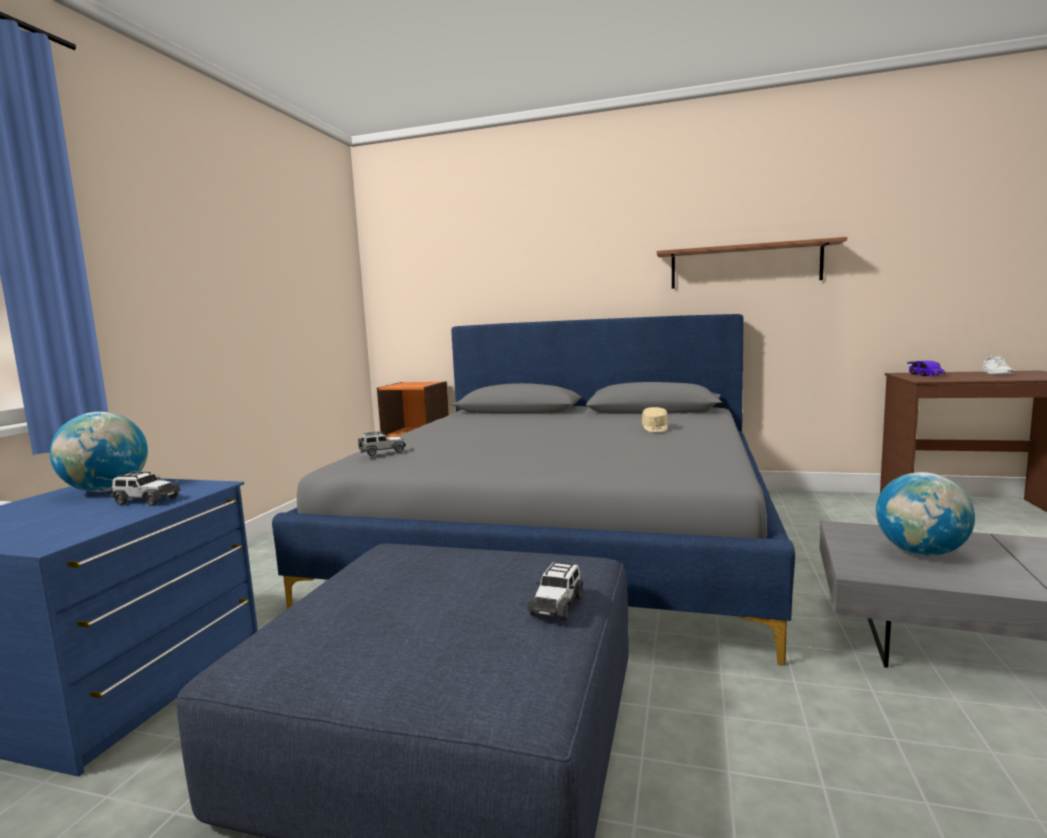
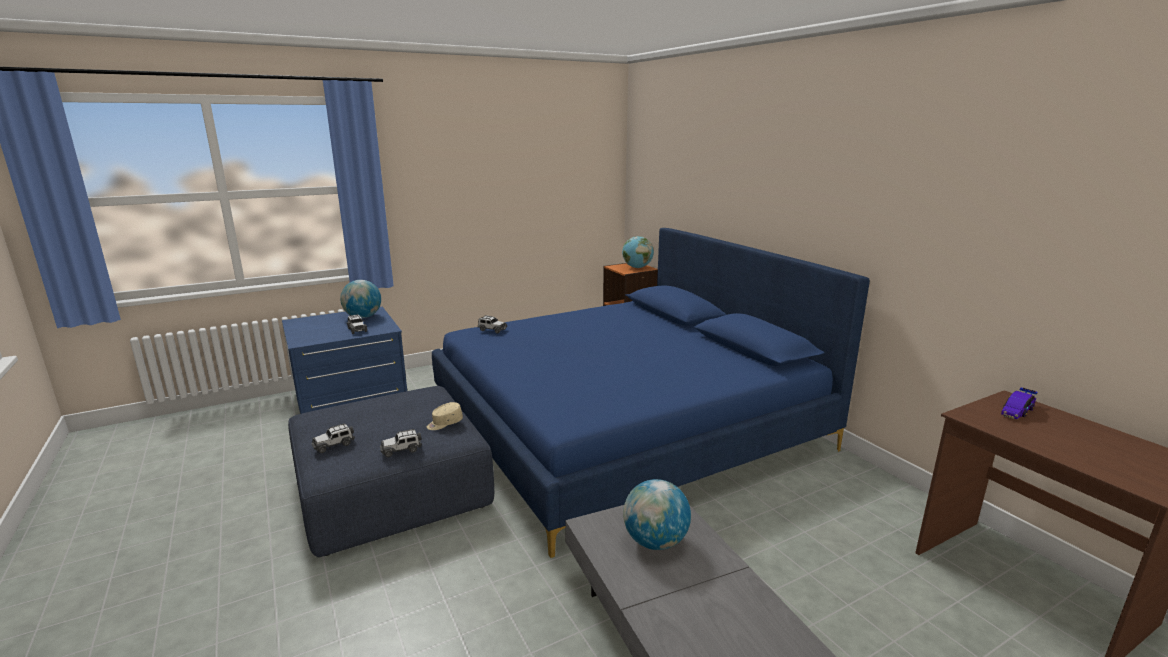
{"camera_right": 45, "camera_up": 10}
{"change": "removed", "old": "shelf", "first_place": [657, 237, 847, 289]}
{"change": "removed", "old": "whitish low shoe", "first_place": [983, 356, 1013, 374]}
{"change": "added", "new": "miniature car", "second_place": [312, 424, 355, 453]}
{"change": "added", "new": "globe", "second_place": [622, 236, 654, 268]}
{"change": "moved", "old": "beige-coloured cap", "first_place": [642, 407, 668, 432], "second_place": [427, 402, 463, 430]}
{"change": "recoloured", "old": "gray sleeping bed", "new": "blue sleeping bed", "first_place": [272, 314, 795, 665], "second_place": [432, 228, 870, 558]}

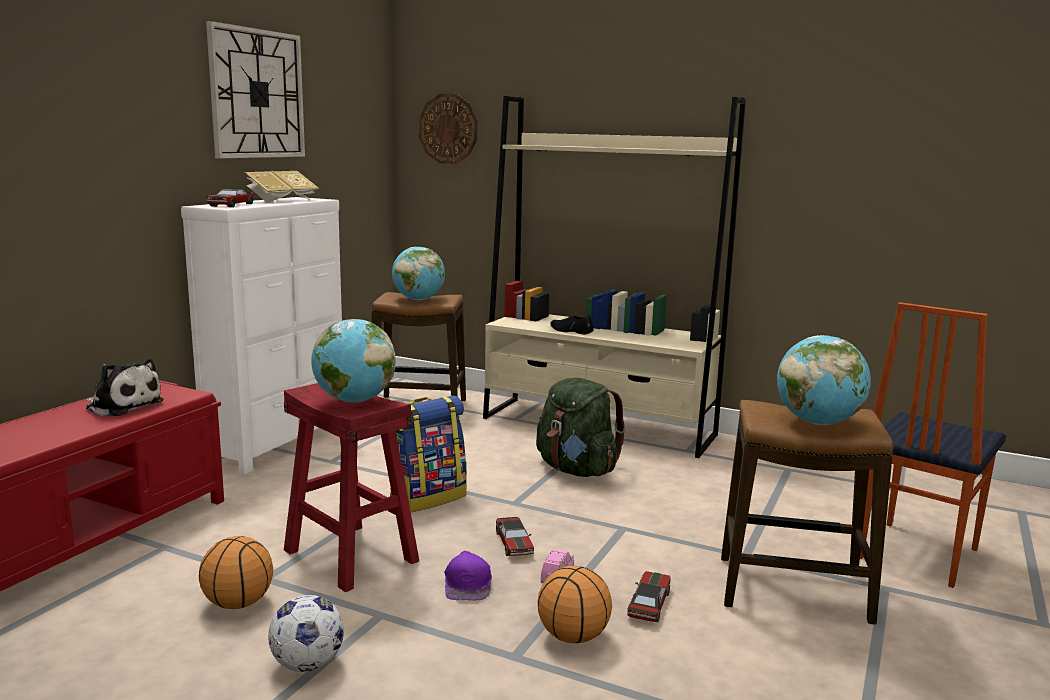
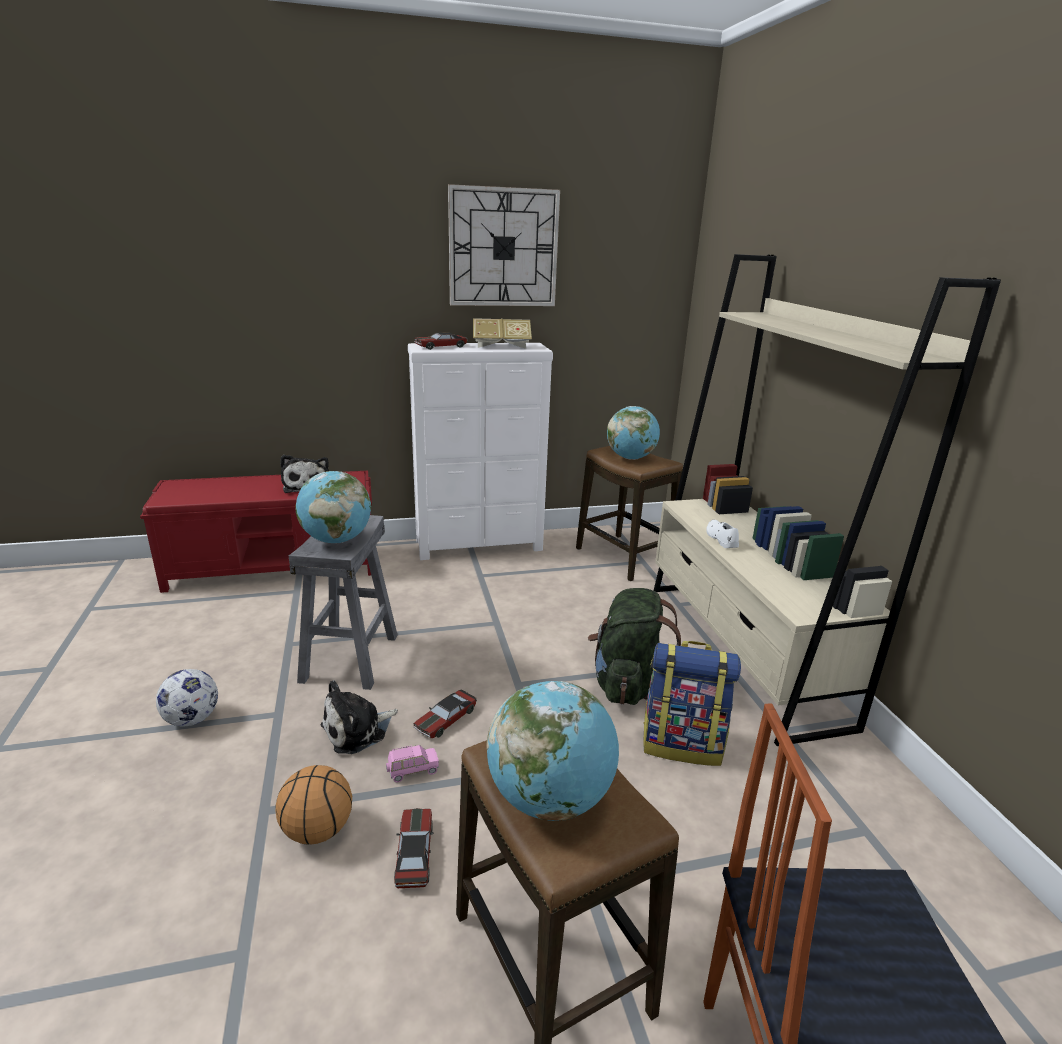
{"camera_right": 50, "camera_up": 10}
{"change": "removed", "old": "basketball", "first_place": [199, 536, 273, 609]}
{"change": "removed", "old": "wall clock", "first_place": [419, 94, 478, 164]}
{"change": "moved", "old": "knapsack", "first_place": [390, 396, 467, 512], "second_place": [643, 641, 741, 766]}
{"change": "replaced", "old": "purple cap", "new": "plush toy", "first_place": [444, 551, 492, 600], "second_place": [321, 680, 398, 754]}
{"change": "recoloured", "old": "red-coloured stool seat", "new": "gray stool seat", "first_place": [284, 383, 419, 592], "second_place": [289, 515, 397, 690]}
{"change": "recoloured", "old": "black-coloured low shoe", "new": "whitish low shoe", "first_place": [550, 315, 594, 334], "second_place": [706, 520, 739, 548]}
{"change": "turned", "old": "miniature car", "first_place": [627, 571, 670, 622], "second_place": [394, 808, 433, 888], "degrees": -75}

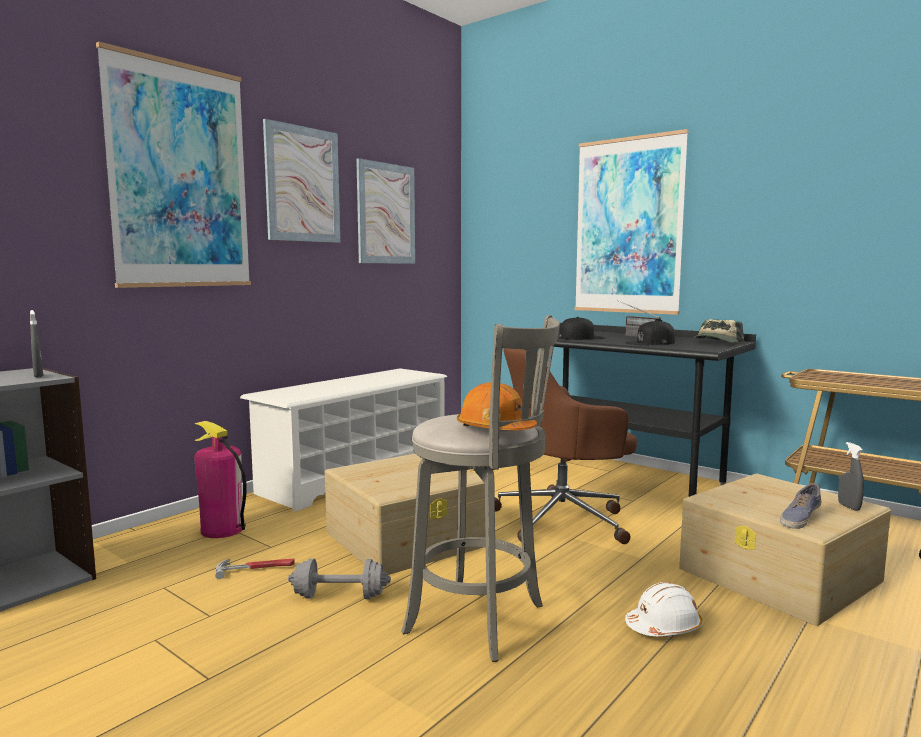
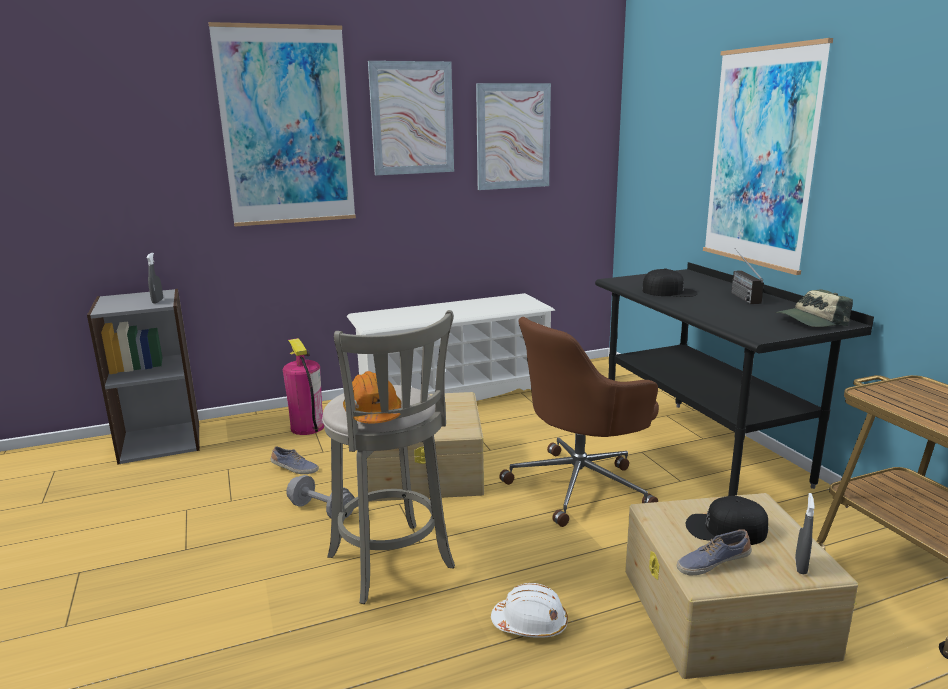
{"camera_right": 30, "camera_up": 10}
{"change": "moved", "old": "black-coloured cap", "first_place": [625, 320, 675, 345], "second_place": [686, 496, 768, 545]}
{"change": "replaced", "old": "hand hammer", "new": "low shoe", "first_place": [215, 558, 295, 579], "second_place": [271, 446, 319, 474]}
{"change": "turned", "old": "brown-coloured desk chair", "first_place": [495, 348, 637, 544], "second_place": [499, 317, 659, 527], "degrees": -45}

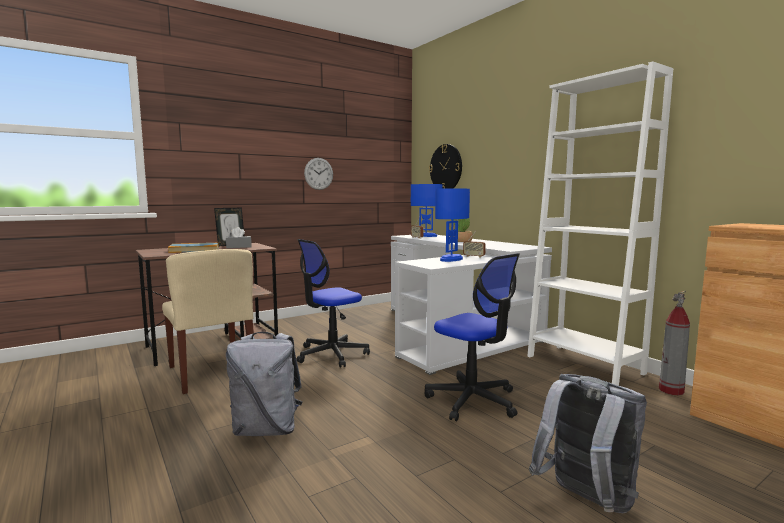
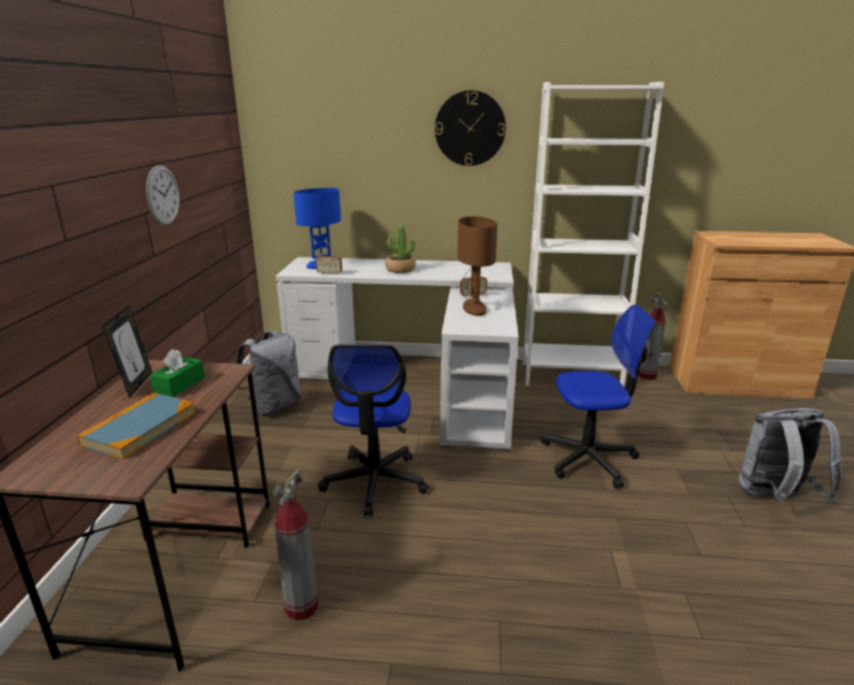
{"camera_right": -50, "camera_up": 15}
{"change": "moved", "old": "gray knapsack", "first_place": [226, 332, 303, 436], "second_place": [236, 331, 301, 415]}
{"change": "moved", "old": "wall clock", "first_place": [429, 144, 462, 188], "second_place": [435, 90, 506, 166]}
{"change": "replaced", "old": "beige-coloured chair", "new": "extinguisher", "first_place": [162, 249, 254, 394], "second_place": [273, 468, 318, 620]}
{"change": "recoloured", "old": "gray tissue box", "new": "green tissue box", "first_place": [226, 227, 252, 248], "second_place": [150, 349, 205, 397]}
{"change": "recoloured", "old": "blue tabletop lamp", "new": "brown-coloured tabletop lamp", "first_place": [435, 188, 470, 262], "second_place": [458, 216, 497, 316]}

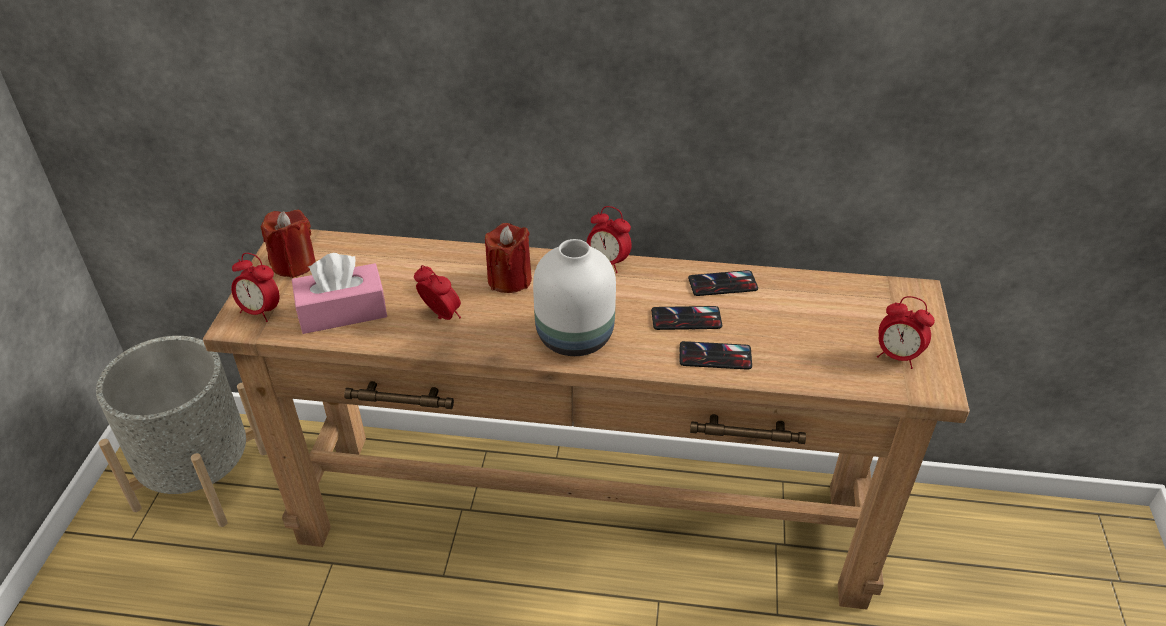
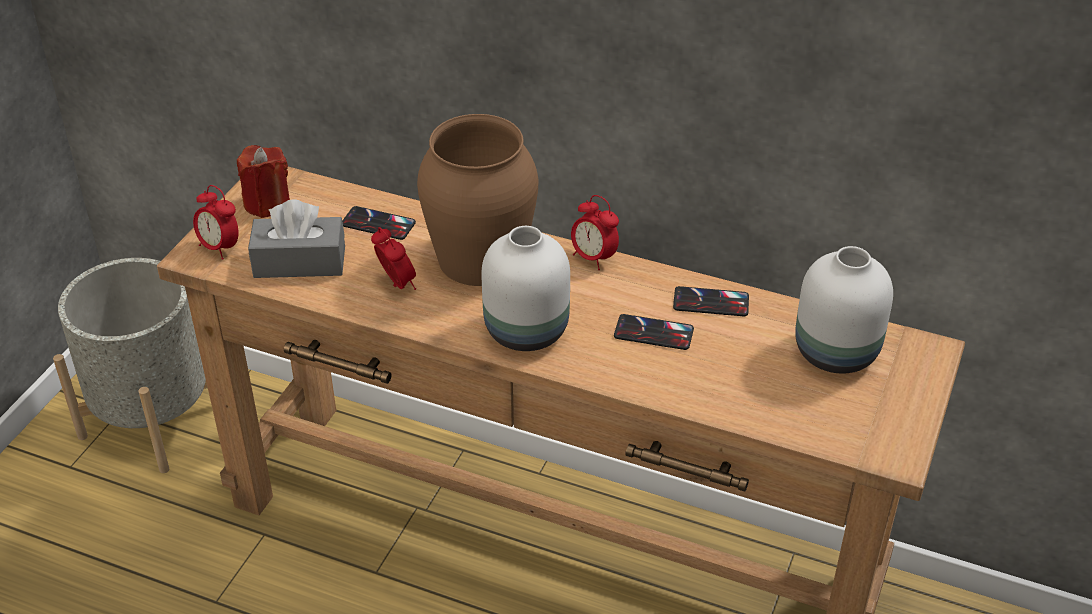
{"camera_right": 15, "camera_up": 0}
{"change": "removed", "old": "alarm clock", "first_place": [877, 296, 935, 369]}
{"change": "added", "new": "whitish flower vase", "second_place": [795, 246, 893, 374]}
{"change": "moved", "old": "handset", "first_place": [680, 341, 752, 370], "second_place": [342, 206, 416, 240]}
{"change": "replaced", "old": "red-coloured wax candle", "new": "brown-coloured flower vase", "first_place": [485, 223, 532, 293], "second_place": [417, 114, 538, 286]}
{"change": "recoloured", "old": "pinkish tissue box", "new": "gray tissue box", "first_place": [292, 253, 387, 334], "second_place": [248, 199, 345, 278]}

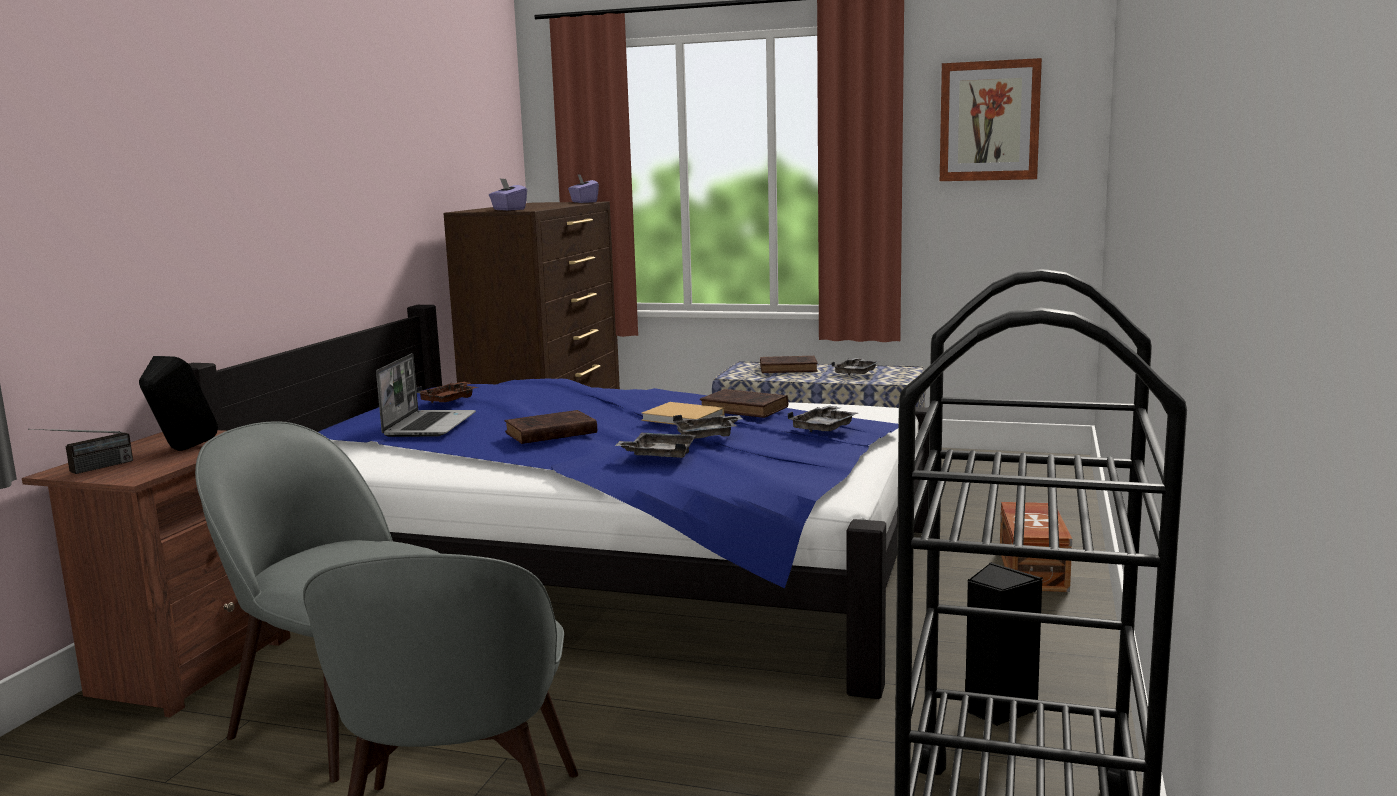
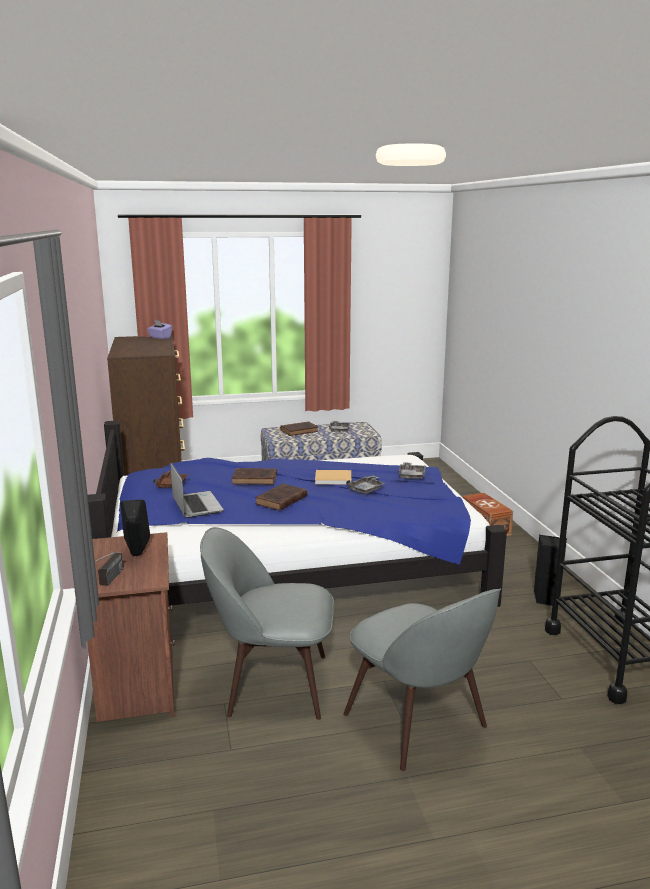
{"camera_right": -30, "camera_up": 5}
{"change": "removed", "old": "purple tissue box", "first_place": [489, 179, 527, 211]}
{"change": "removed", "old": "gray tray", "first_place": [615, 433, 696, 458]}
{"change": "removed", "old": "picture", "first_place": [940, 58, 1042, 181]}
{"change": "moved", "old": "brown-coloured book", "first_place": [700, 389, 788, 418], "second_place": [232, 468, 277, 485]}

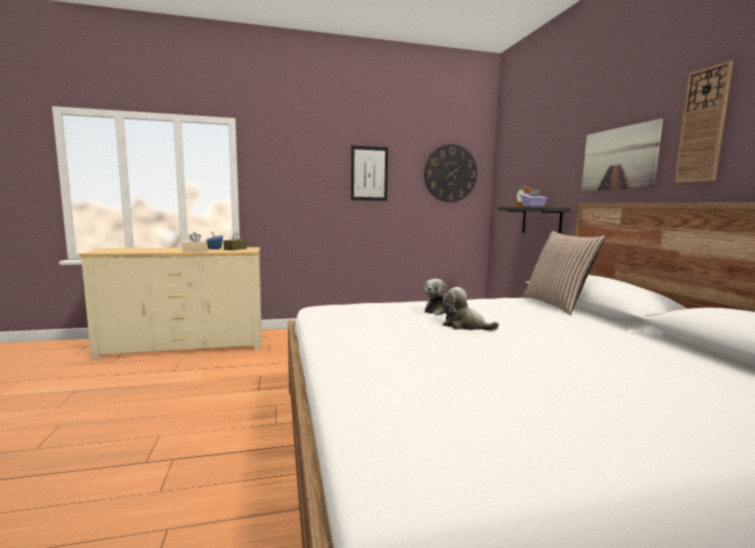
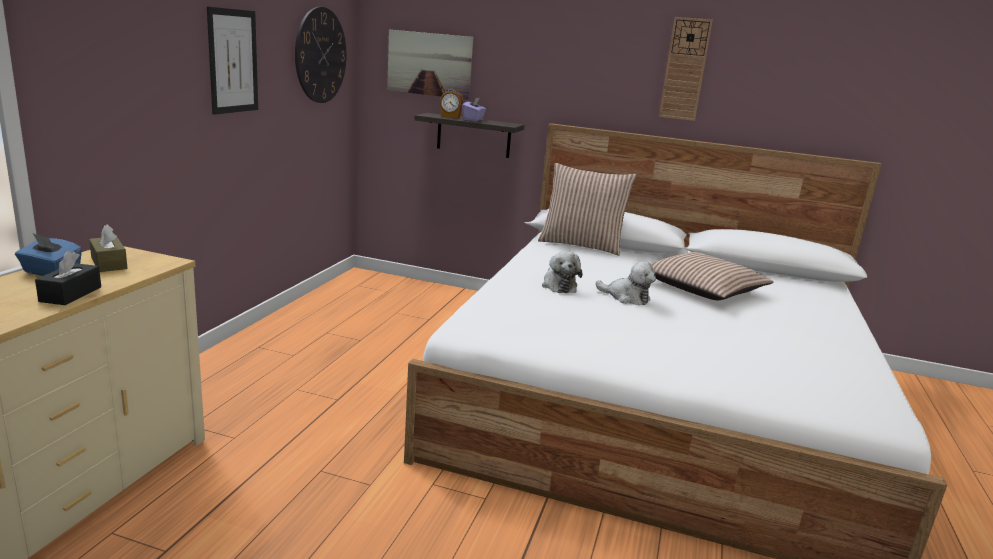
{"camera_right": -60, "camera_up": 10}
{"change": "added", "new": "cushion", "second_place": [650, 252, 773, 300]}
{"change": "moved", "old": "picture", "first_place": [581, 119, 663, 191], "second_place": [387, 29, 473, 100]}
{"change": "recoloured", "old": "beige-coloured tissue box", "new": "black-coloured tissue box", "first_place": [182, 232, 208, 252], "second_place": [35, 251, 101, 305]}
{"change": "turned", "old": "plush toy", "first_place": [443, 287, 499, 331], "second_place": [596, 261, 656, 305], "degrees": -120}

